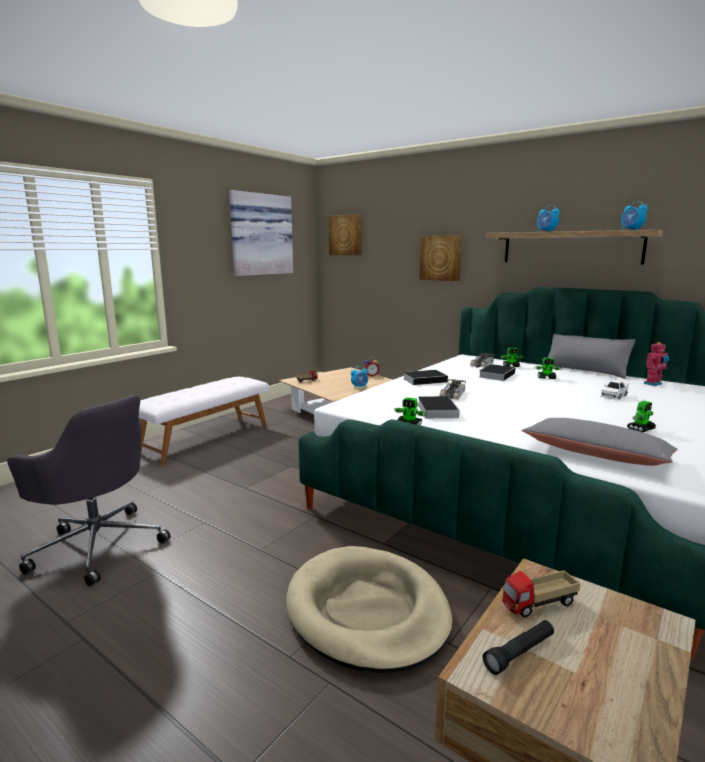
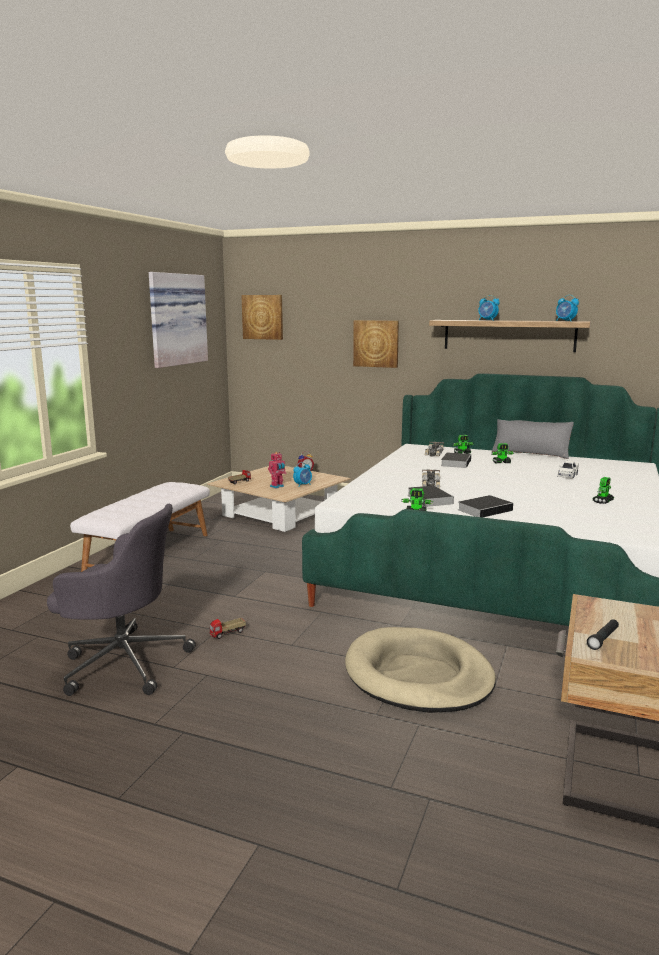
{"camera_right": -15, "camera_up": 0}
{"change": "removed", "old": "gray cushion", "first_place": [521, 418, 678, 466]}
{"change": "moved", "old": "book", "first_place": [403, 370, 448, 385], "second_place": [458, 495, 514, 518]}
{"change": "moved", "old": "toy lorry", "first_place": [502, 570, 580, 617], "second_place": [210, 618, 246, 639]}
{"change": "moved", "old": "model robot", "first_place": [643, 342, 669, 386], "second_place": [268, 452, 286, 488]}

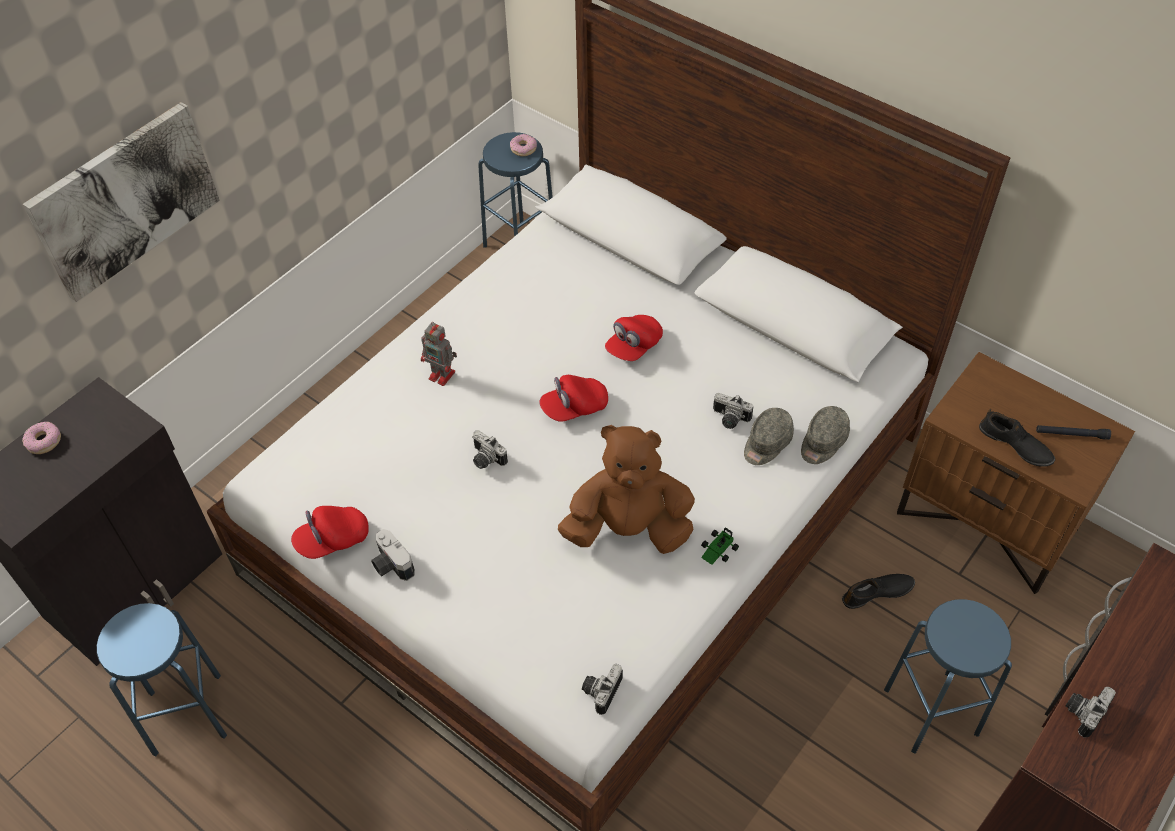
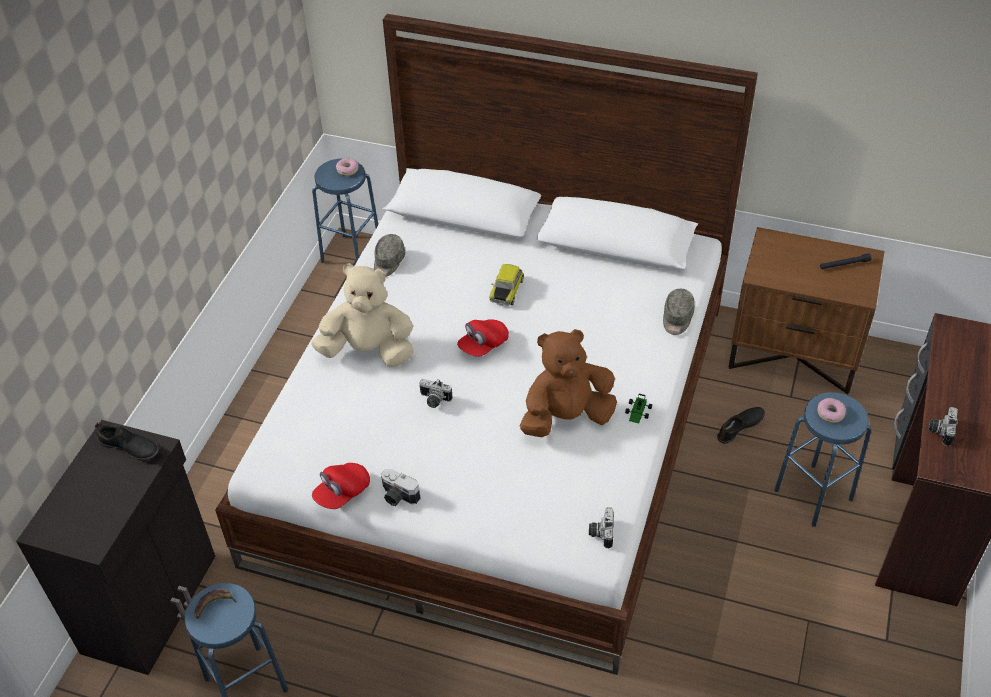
{"camera_right": -20, "camera_up": -5}
{"change": "removed", "old": "picture", "first_place": [23, 102, 220, 302]}
{"change": "removed", "old": "photo camera", "first_place": [713, 393, 753, 429]}
{"change": "added", "new": "banana", "second_place": [194, 589, 237, 619]}
{"change": "moved", "old": "ring doughnut", "first_place": [22, 422, 61, 454], "second_place": [818, 398, 846, 423]}
{"change": "moved", "old": "gray cap", "first_place": [744, 408, 794, 465], "second_place": [374, 234, 405, 277]}
{"change": "moved", "old": "black-coloured low shoe", "first_place": [979, 409, 1055, 467], "second_place": [95, 423, 159, 461]}
{"change": "replaced", "old": "model robot", "new": "beige-coloured plush toy", "first_place": [421, 322, 457, 386], "second_place": [311, 263, 414, 367]}
{"change": "replaced", "old": "red-coloured cap", "new": "miniature car", "first_place": [605, 315, 663, 361], "second_place": [490, 264, 524, 306]}

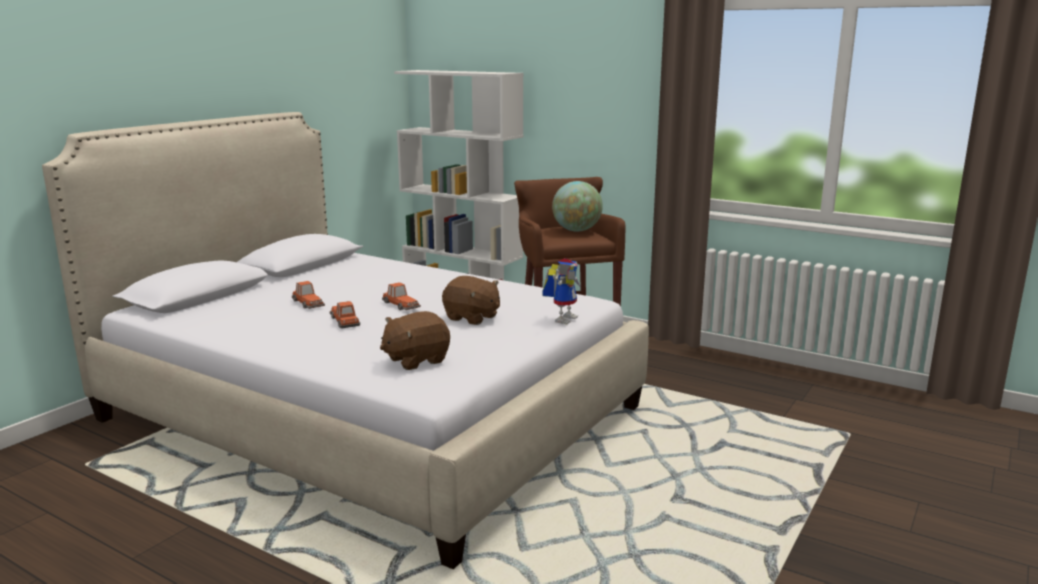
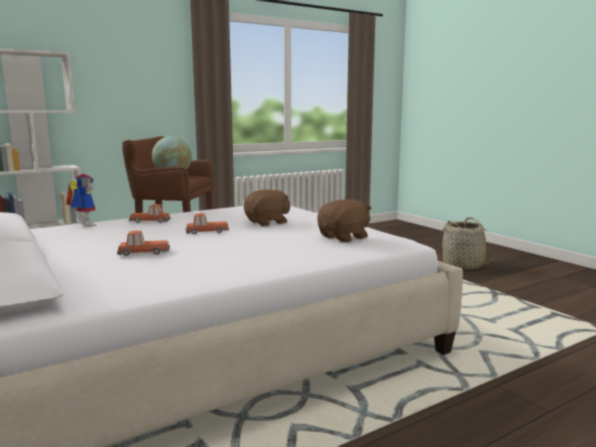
{"camera_right": -65, "camera_up": -5}
{"change": "added", "new": "storage basket", "second_place": [437, 217, 495, 270]}
{"change": "moved", "old": "miniature car", "first_place": [329, 301, 360, 328], "second_place": [129, 204, 170, 223]}
{"change": "moved", "old": "model robot", "first_place": [542, 258, 580, 325], "second_place": [66, 174, 97, 227]}
{"change": "turned", "old": "brown-coloured plush toy", "first_place": [380, 311, 450, 370], "second_place": [317, 199, 372, 242], "degrees": -120}

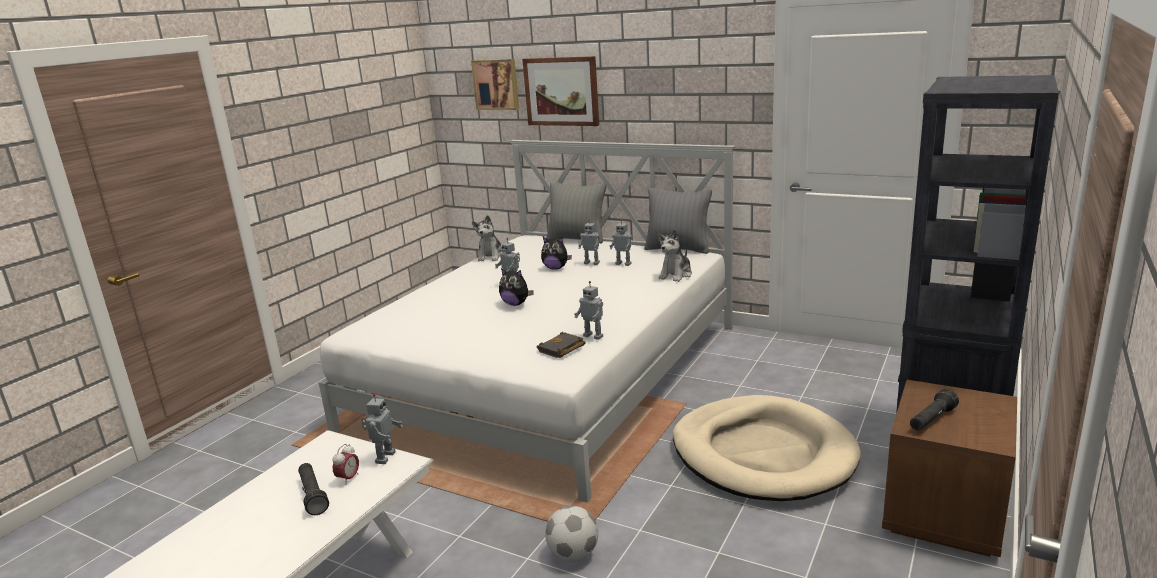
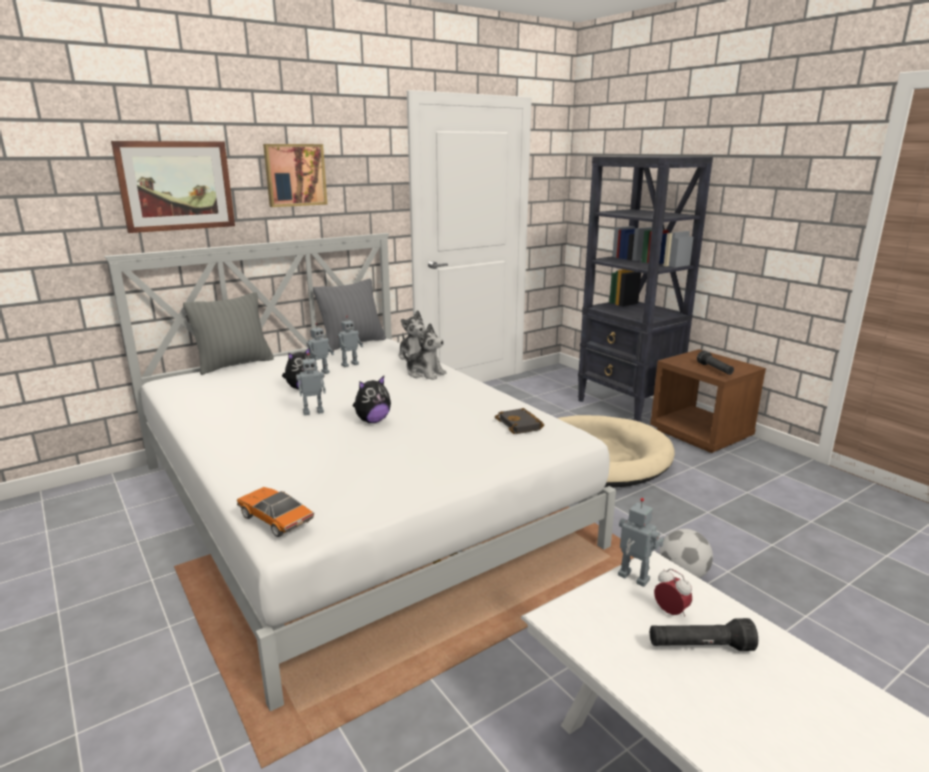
{"camera_right": -65, "camera_up": 0}
{"change": "removed", "old": "model robot", "first_place": [574, 281, 603, 340]}
{"change": "added", "new": "miniature car", "second_place": [237, 487, 314, 537]}
{"change": "moved", "old": "picture", "first_place": [471, 59, 519, 110], "second_place": [263, 144, 327, 207]}
{"change": "moved", "old": "plush toy", "first_place": [472, 215, 503, 261], "second_place": [402, 323, 447, 380]}

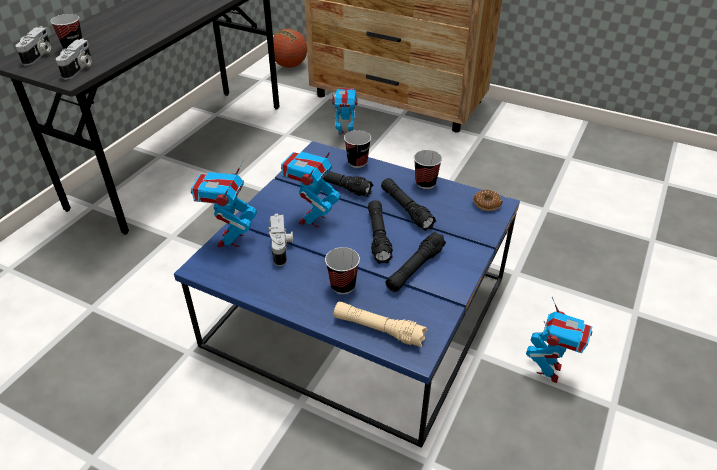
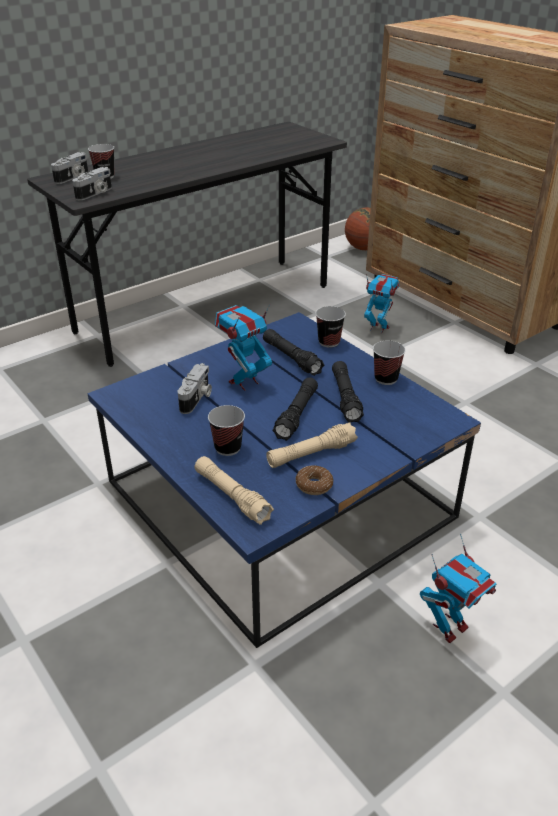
{"camera_right": 25, "camera_up": -5}
{"change": "removed", "old": "model robot", "first_place": [191, 160, 257, 247]}
{"change": "moved", "old": "ring doughnut", "first_place": [473, 190, 503, 211], "second_place": [296, 465, 334, 495]}
{"change": "recoloured", "old": "black-coloured flashlight", "new": "beige-coloured flashlight", "first_place": [386, 232, 446, 292], "second_place": [266, 422, 358, 468]}

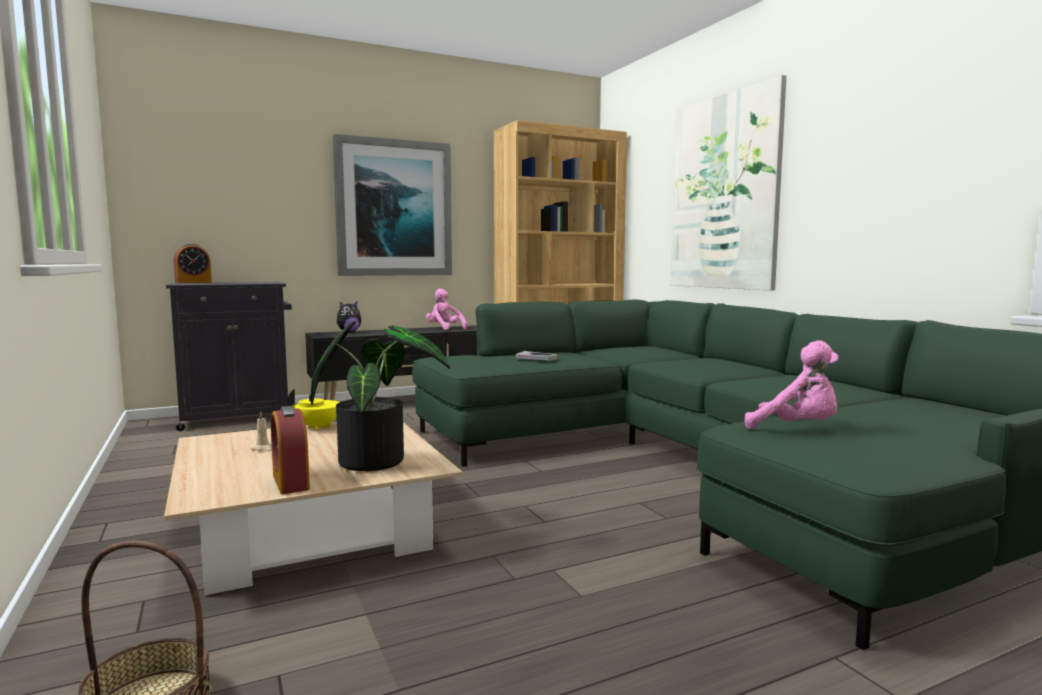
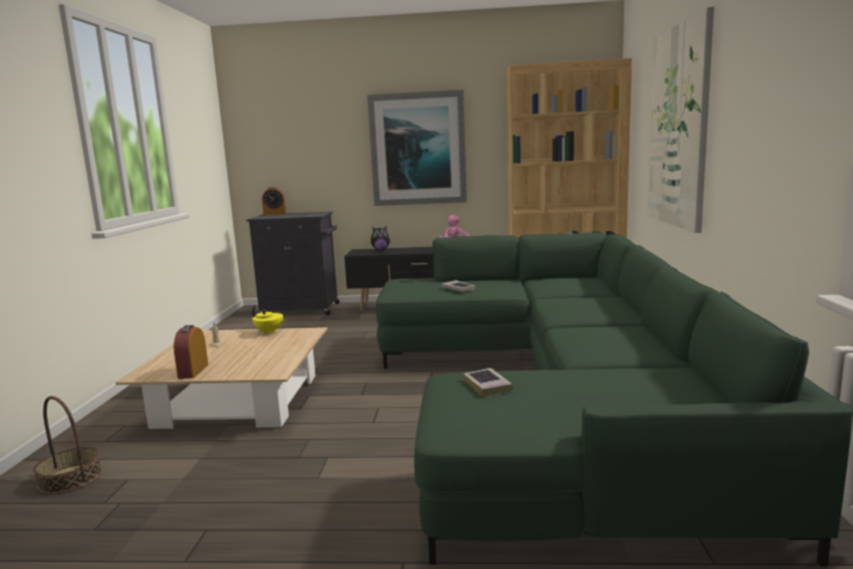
{"camera_right": 30, "camera_up": 5}
{"change": "removed", "old": "plant in a pot", "first_place": [311, 321, 450, 471]}
{"change": "replaced", "old": "pinkish plush toy", "new": "book", "first_place": [745, 340, 839, 429], "second_place": [463, 368, 513, 397]}

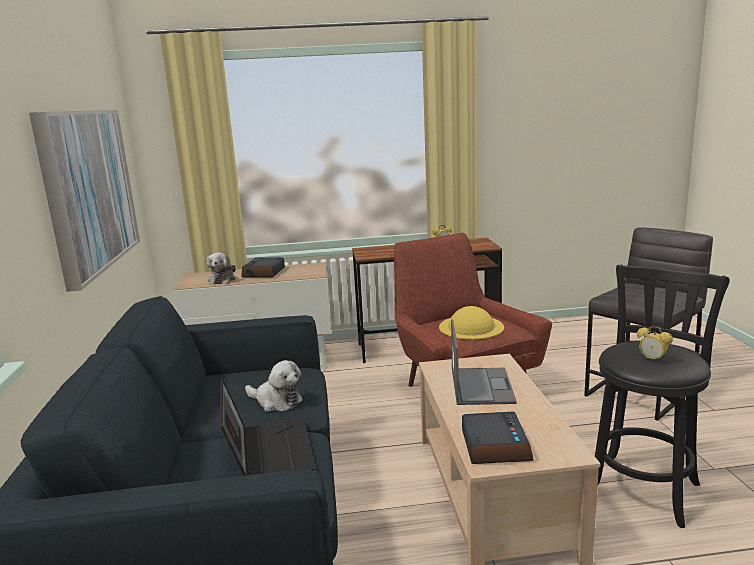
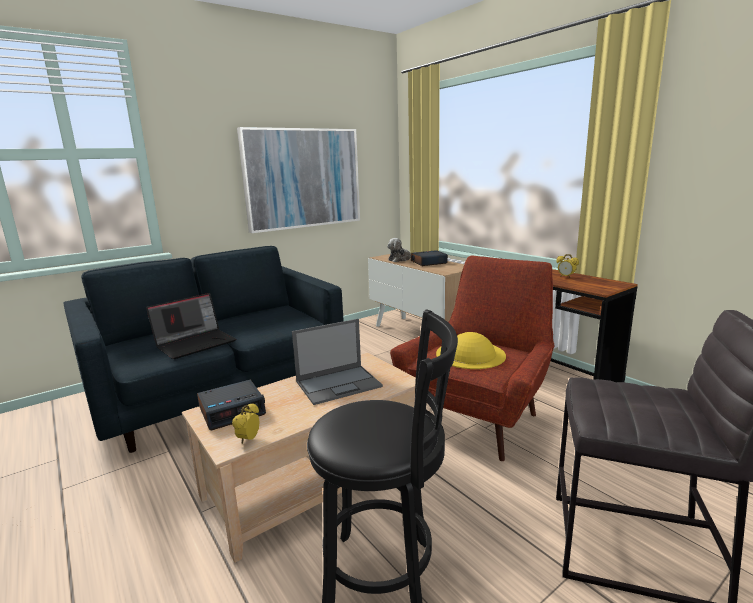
{"camera_right": 60, "camera_up": 0}
{"change": "removed", "old": "plush toy", "first_place": [245, 360, 303, 412]}
{"change": "moved", "old": "alarm clock", "first_place": [637, 326, 673, 363], "second_place": [232, 403, 260, 444]}

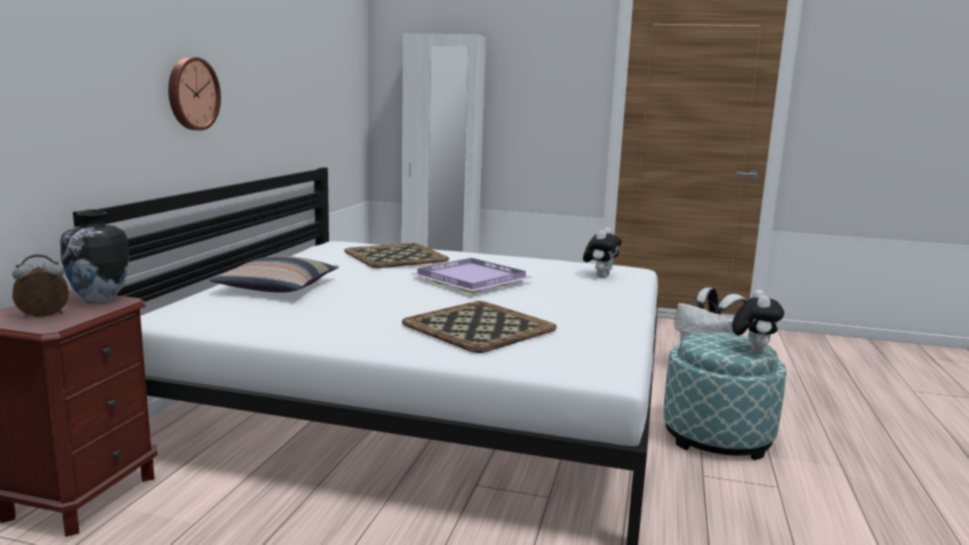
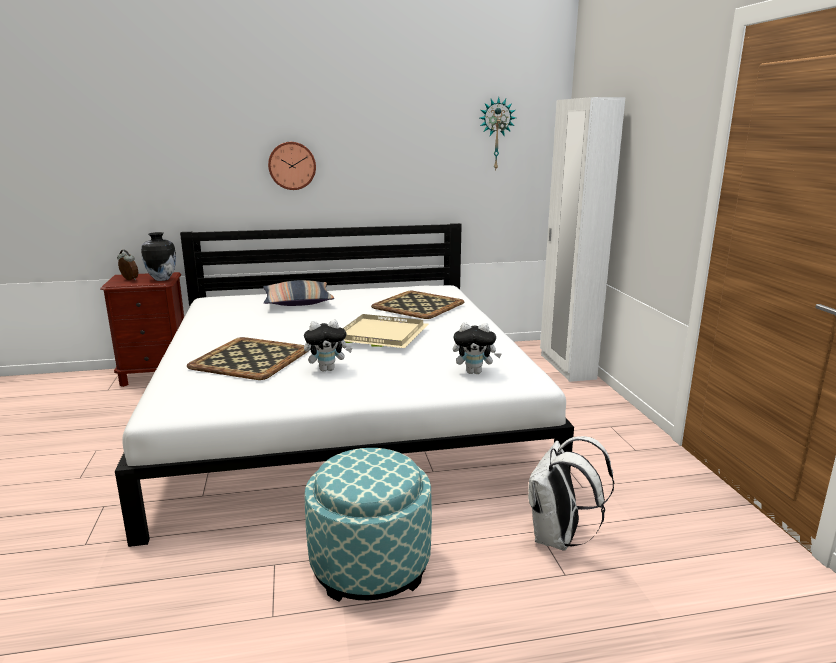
{"camera_right": 65, "camera_up": 5}
{"change": "added", "new": "wall clock", "second_place": [480, 97, 516, 170]}
{"change": "moved", "old": "plush toy", "first_place": [732, 290, 784, 353], "second_place": [304, 320, 352, 372]}
{"change": "recoloured", "old": "purple tray", "new": "beige-coloured tray", "first_place": [411, 258, 531, 293], "second_place": [343, 314, 428, 348]}

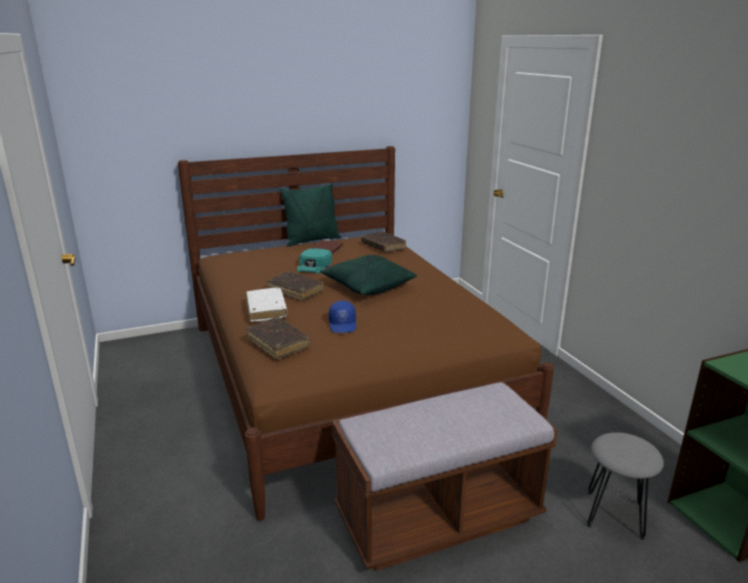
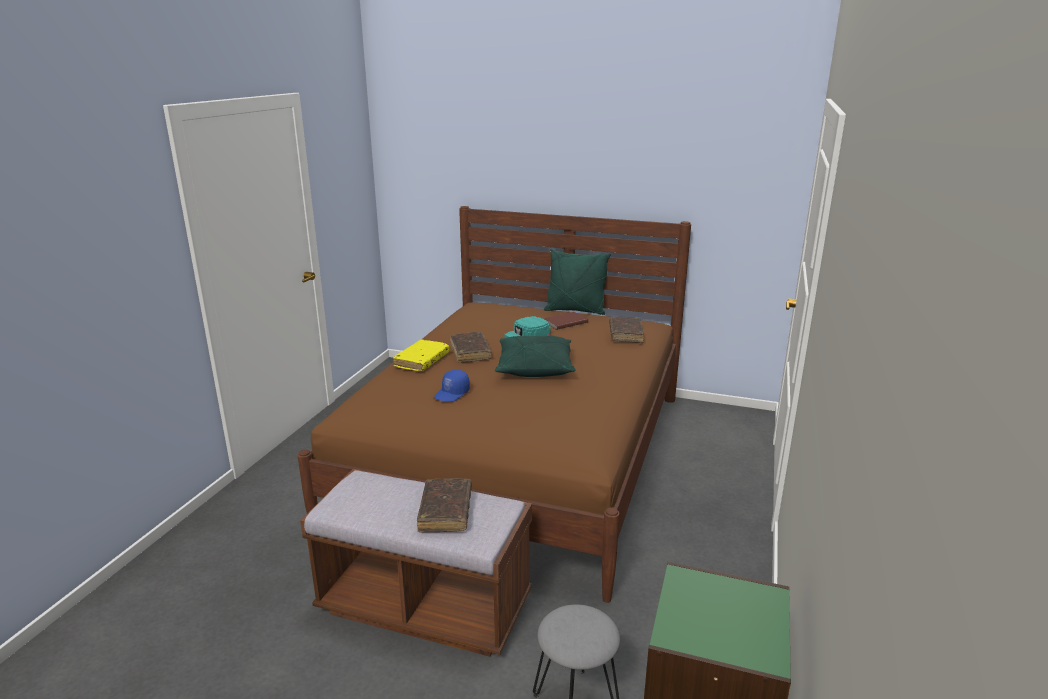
{"camera_right": 40, "camera_up": 0}
{"change": "moved", "old": "brown-coloured book", "first_place": [247, 317, 311, 360], "second_place": [417, 478, 472, 532]}
{"change": "recoloured", "old": "whitish book", "new": "yellow-coloured book", "first_place": [246, 288, 288, 322], "second_place": [393, 340, 449, 371]}

